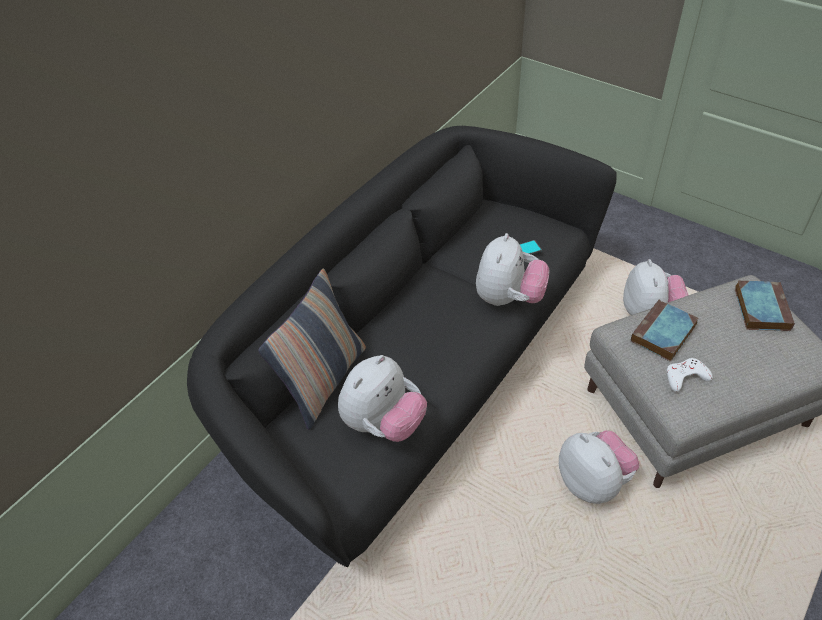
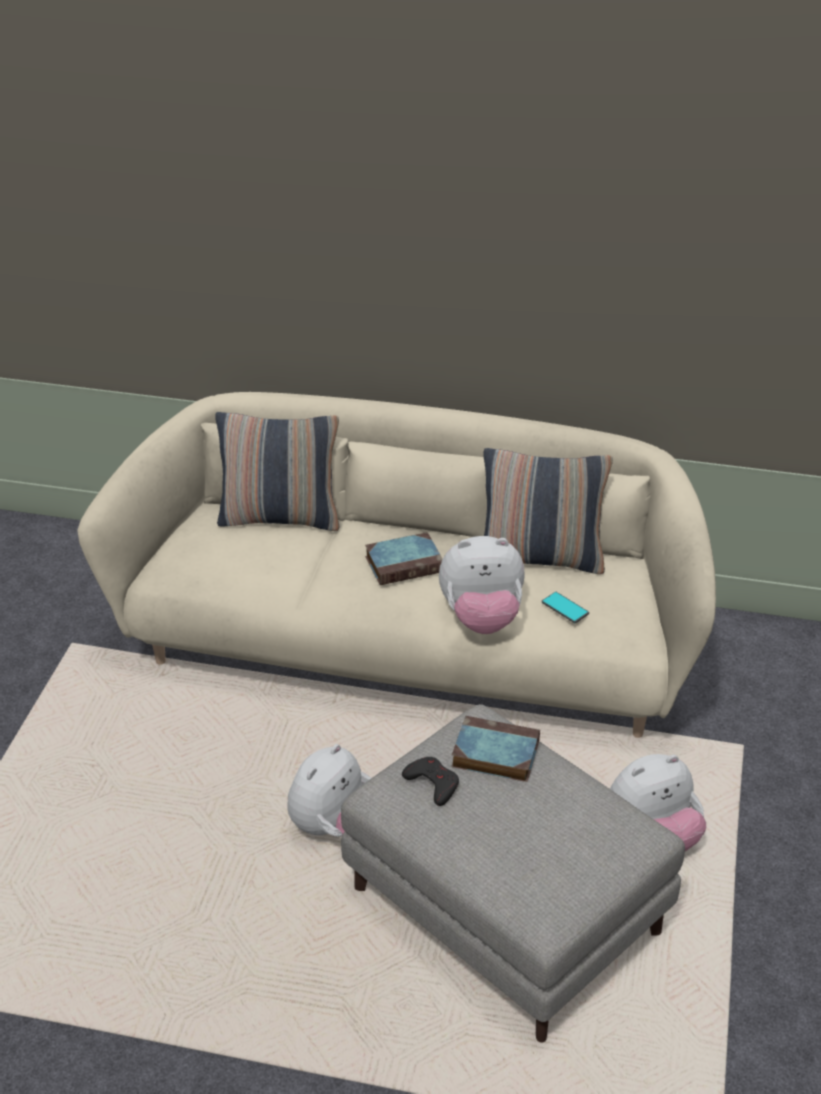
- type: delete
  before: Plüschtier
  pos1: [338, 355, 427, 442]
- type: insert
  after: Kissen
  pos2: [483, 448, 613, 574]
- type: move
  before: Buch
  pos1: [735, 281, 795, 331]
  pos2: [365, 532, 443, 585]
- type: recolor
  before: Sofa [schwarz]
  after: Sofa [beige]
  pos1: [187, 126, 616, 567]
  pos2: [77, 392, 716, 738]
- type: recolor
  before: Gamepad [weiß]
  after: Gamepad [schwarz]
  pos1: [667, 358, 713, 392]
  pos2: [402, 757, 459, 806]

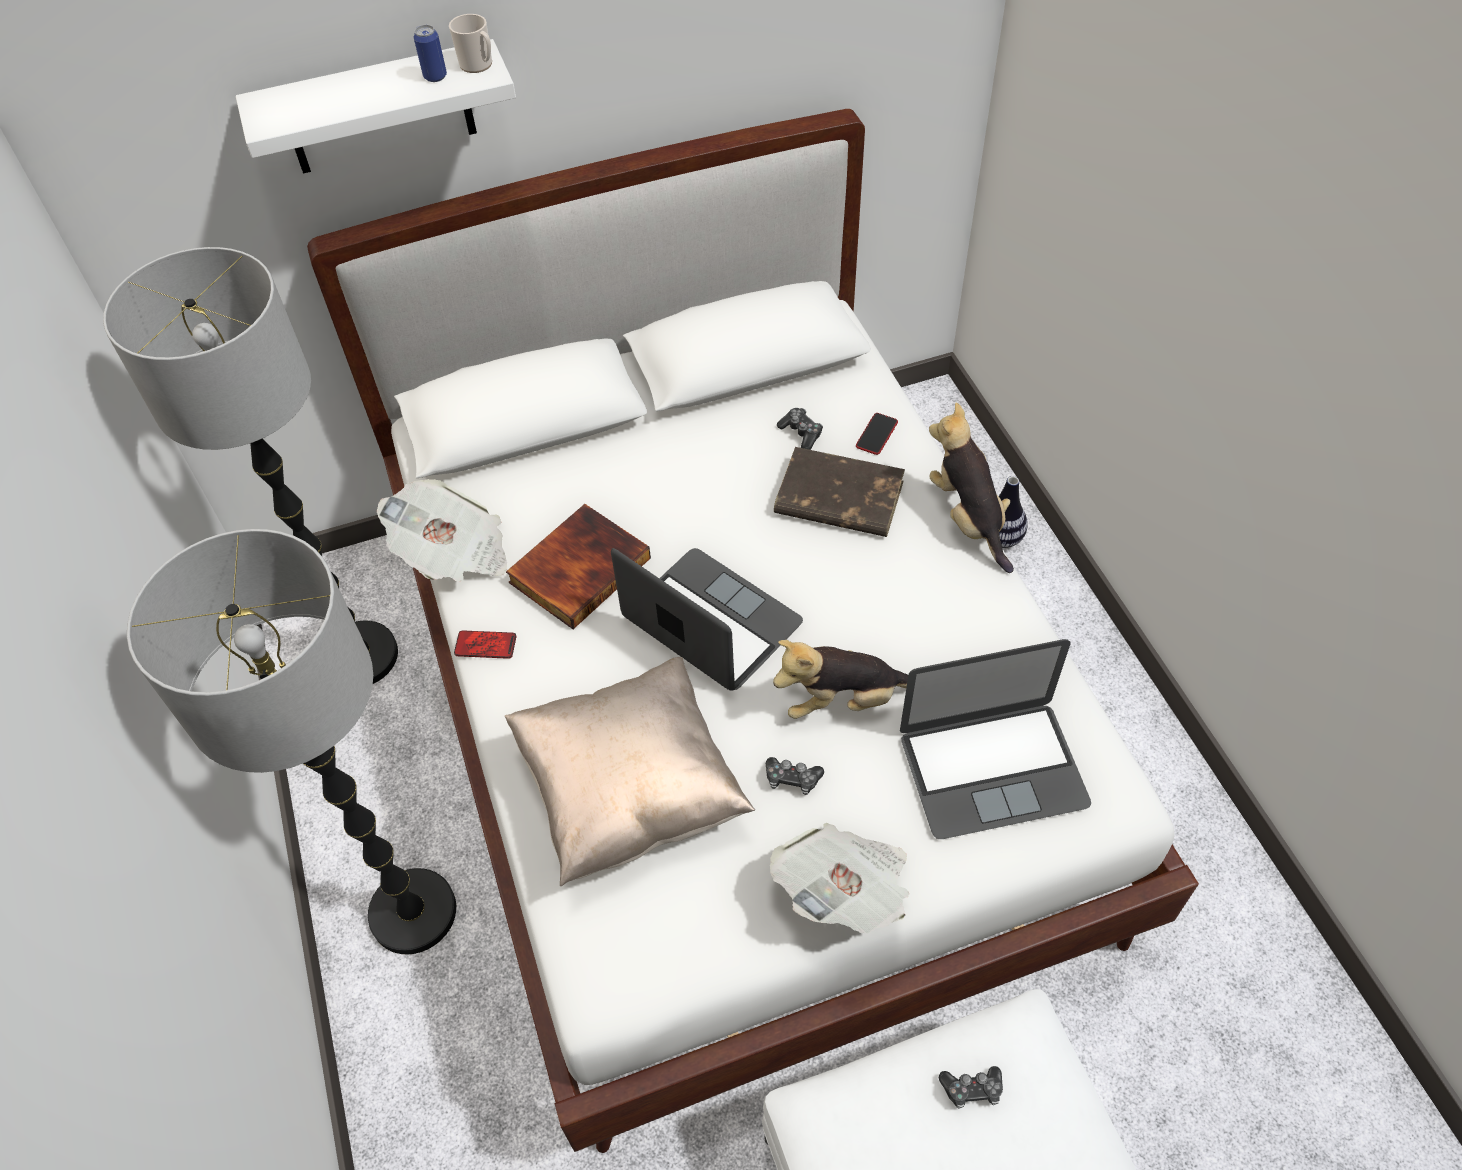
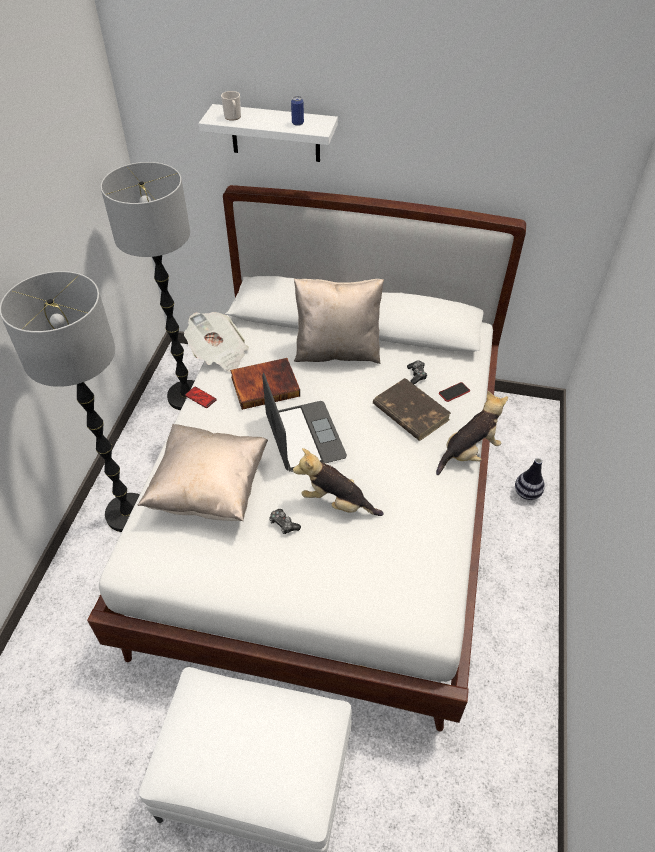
- type: delete
  before: Zeitung
  pos1: [770, 823, 909, 934]
- type: delete
  before: Laptop
  pos1: [900, 639, 1091, 839]
- type: delete
  before: Gamepad
  pos1: [939, 1066, 1003, 1109]
- type: insert
  after: Kissen [beige]
  pos2: [294, 278, 384, 364]
- type: move
  before: Henkelbecher
  pos1: [449, 14, 492, 73]
  pos2: [221, 91, 241, 121]
- type: rotate
  before: Plüschtier
  pos1: [929, 402, 1014, 573]
  pos2: [436, 391, 508, 475]
  turn: 45

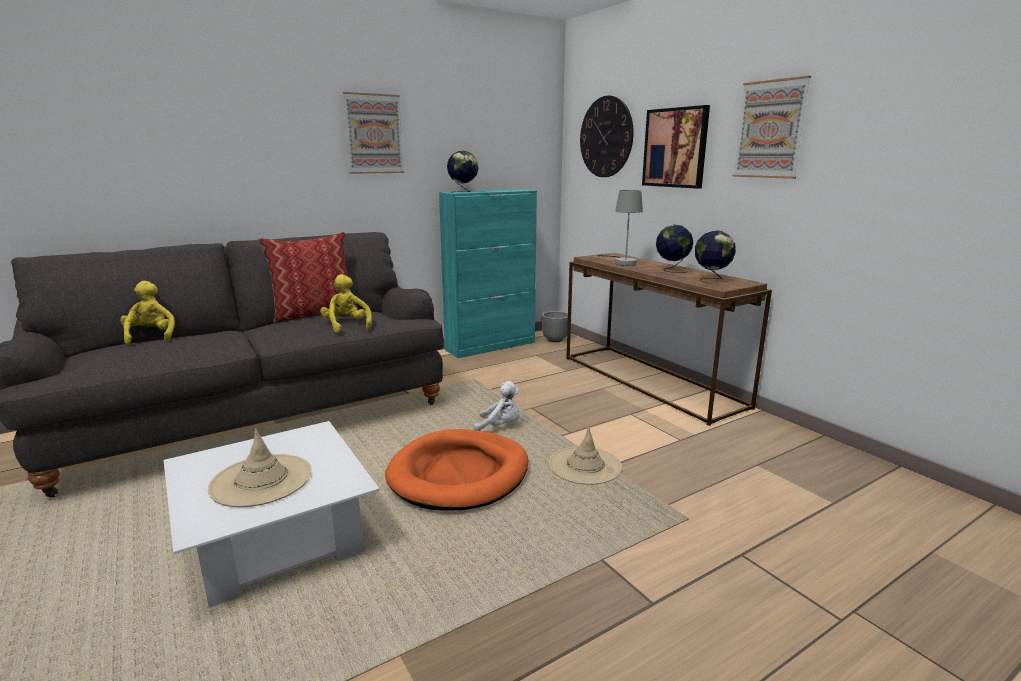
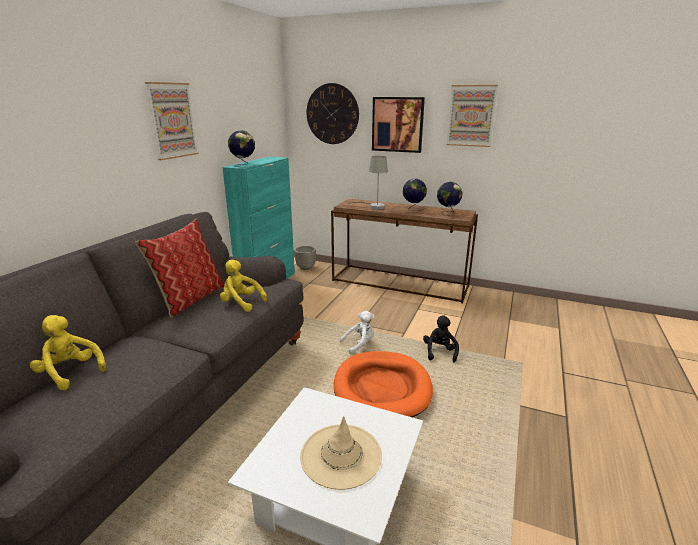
- type: replace
  before: Hut [beige]
  after: Plüschtier [schwarz]
  pos1: [549, 427, 622, 485]
  pos2: [423, 315, 459, 363]

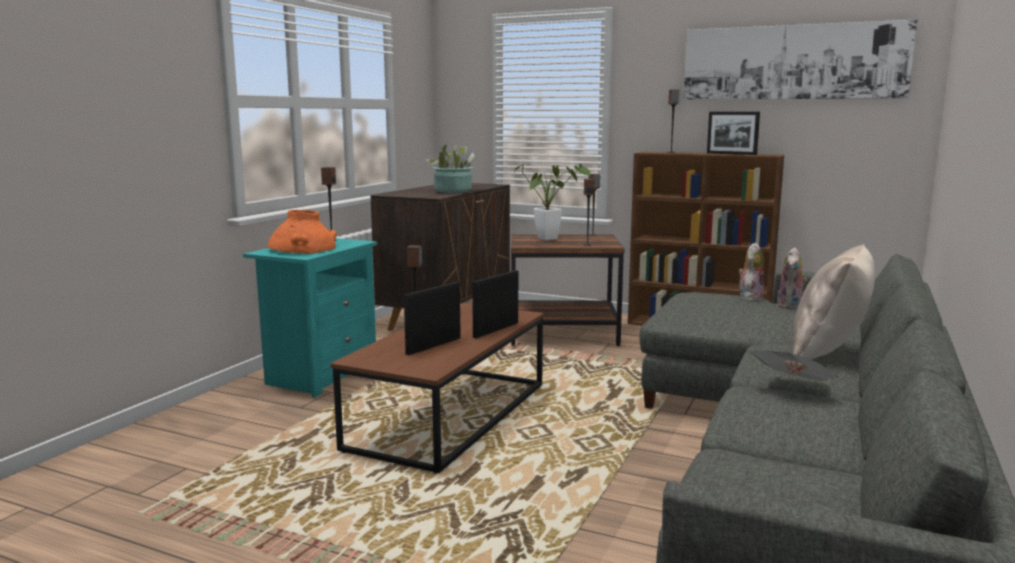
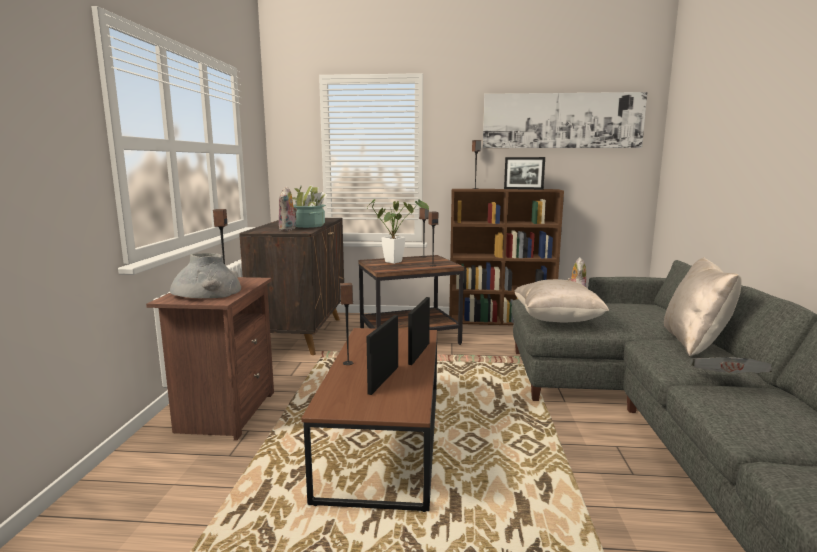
- type: insert
  after: Kissen [beige]
  pos2: [515, 279, 609, 322]
- type: move
  before: Plüschtier
  pos1: [776, 247, 808, 309]
  pos2: [279, 187, 297, 231]
- type: recolor
  before: Nachttisch [türkis]
  after: Nachttisch [braun]
  pos1: [243, 238, 377, 398]
  pos2: [146, 277, 274, 441]
- type: recolor
  before: Vase [orange]
  after: Vase [grau]
  pos1: [267, 210, 337, 254]
  pos2: [170, 253, 241, 298]

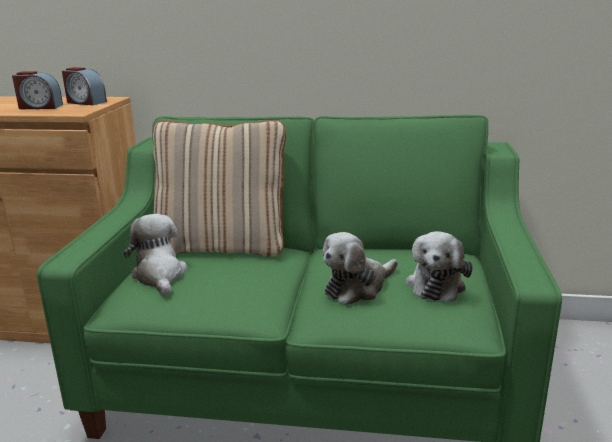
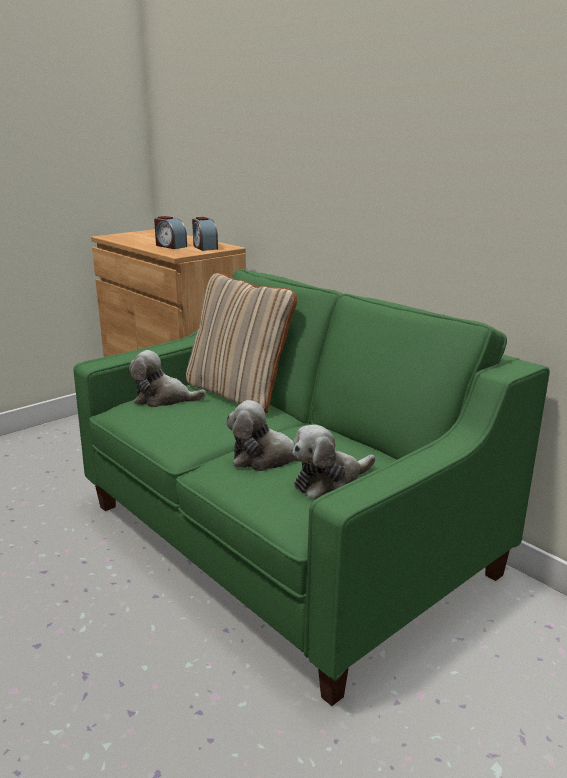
- type: rotate
  before: Plüschtier
  pos1: [124, 214, 188, 296]
  pos2: [129, 350, 206, 407]
  turn: -105

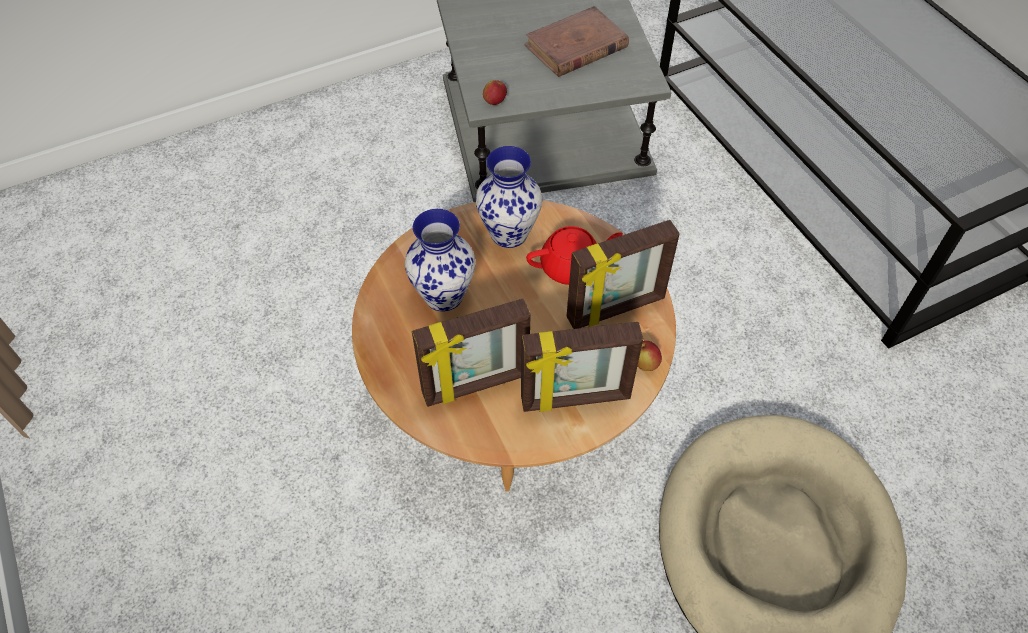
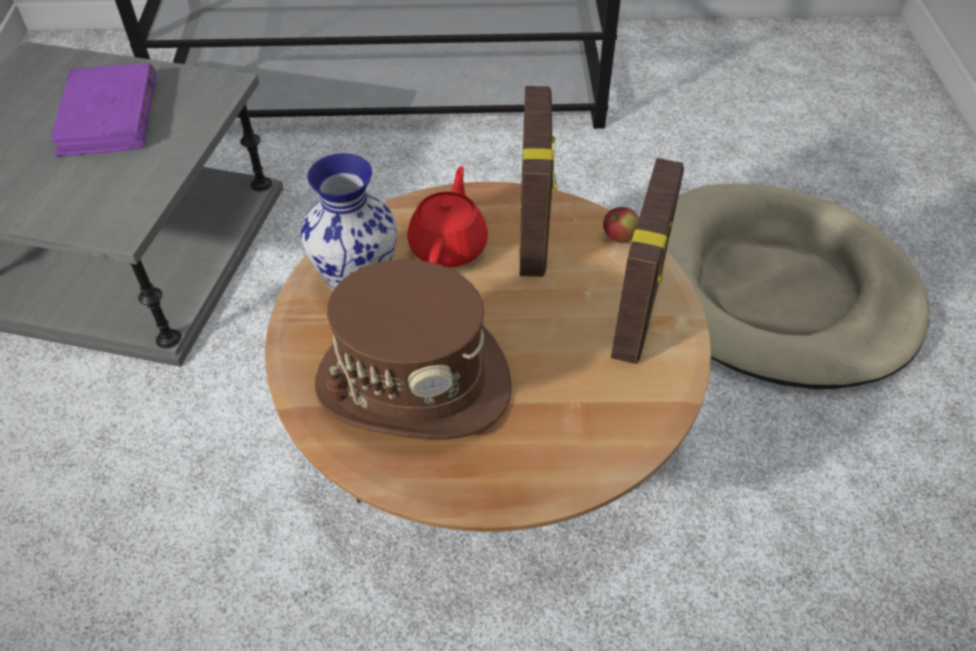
- type: delete
  before: Bilderrahmen
  pos1: [412, 299, 531, 407]
- type: delete
  before: Apfel
  pos1: [483, 80, 507, 105]
- type: replace
  before: Vase
  after: Hut [braun]
  pos1: [405, 209, 475, 312]
  pos2: [315, 259, 512, 440]
- type: recolor
  before: Buch [braun]
  after: Buch [lila]
  pos1: [524, 6, 629, 77]
  pos2: [50, 63, 156, 157]

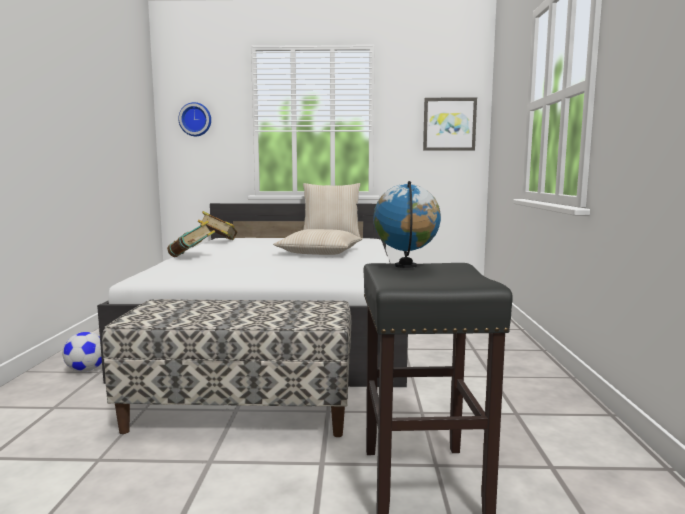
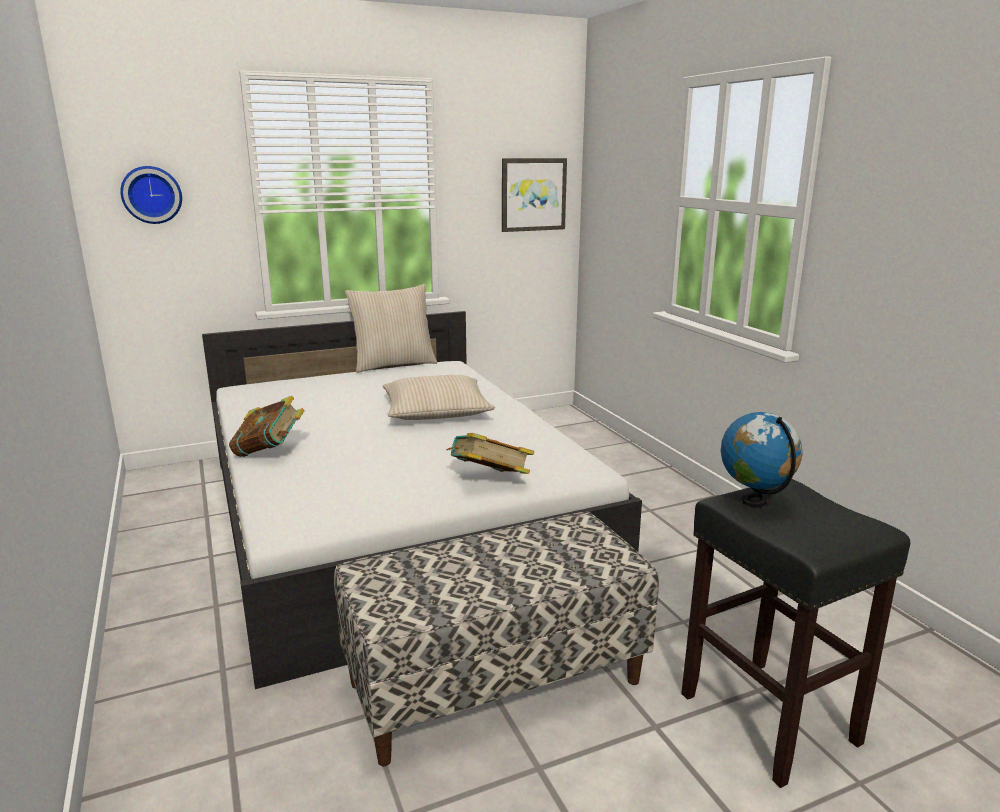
- type: delete
  before: Fußball
  pos1: [62, 332, 102, 372]
- type: move
  before: Buch
  pos1: [198, 211, 237, 240]
  pos2: [446, 433, 534, 474]

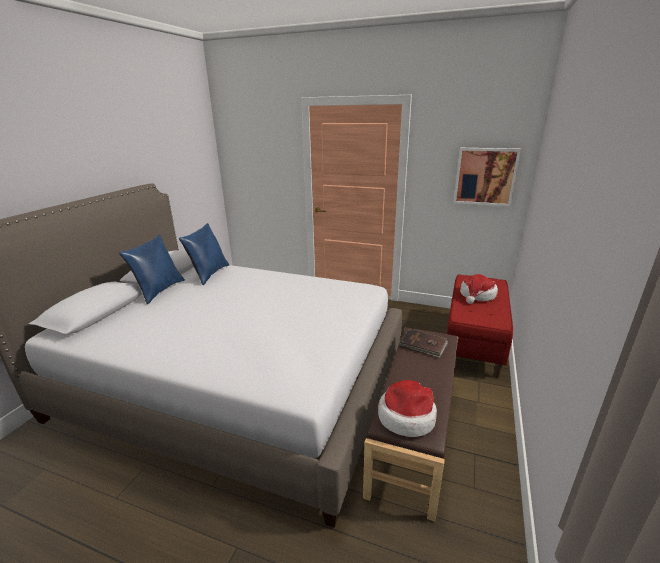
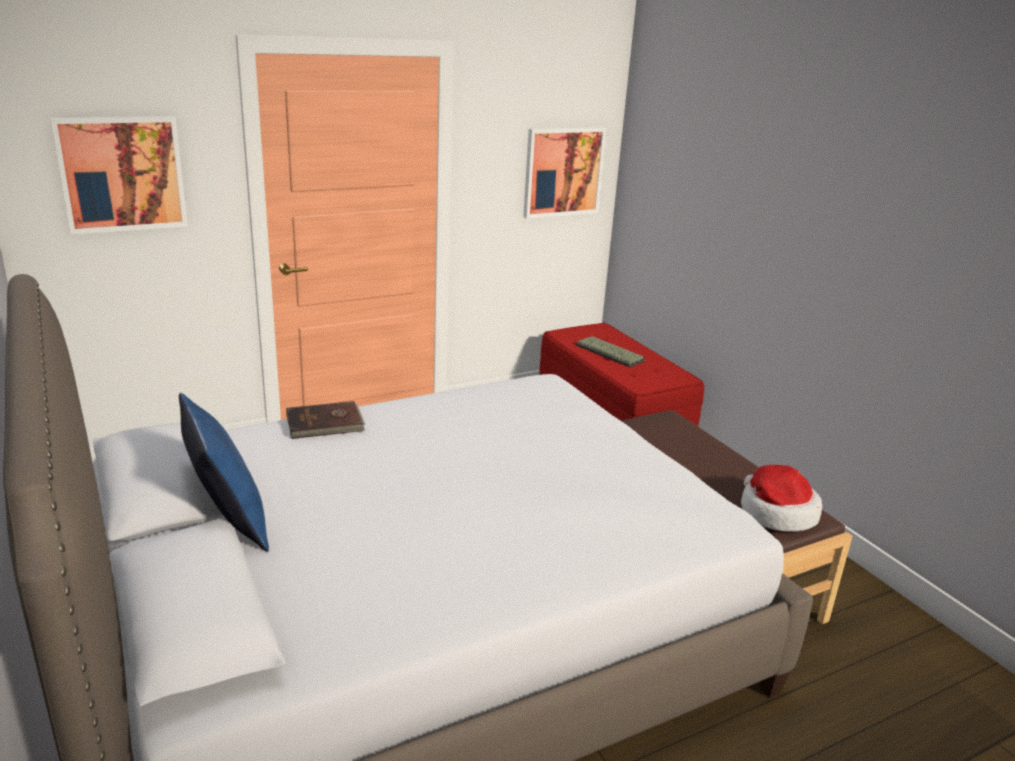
- type: delete
  before: Kissen [blau]
  pos1: [179, 223, 229, 285]
- type: insert
  after: Bild
  pos2: [51, 116, 188, 235]
- type: move
  before: Buch [braun]
  pos1: [400, 329, 448, 358]
  pos2: [286, 401, 366, 439]
- type: replace
  before: Hut
  after: Tastatur
  pos1: [460, 274, 498, 304]
  pos2: [576, 336, 645, 367]

